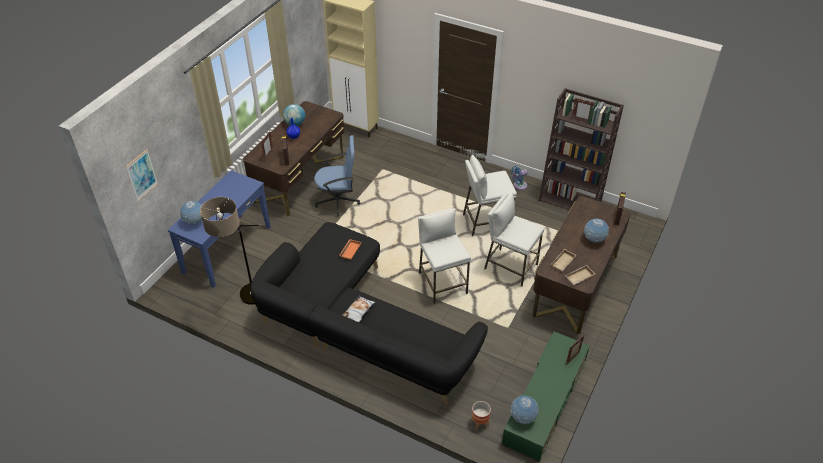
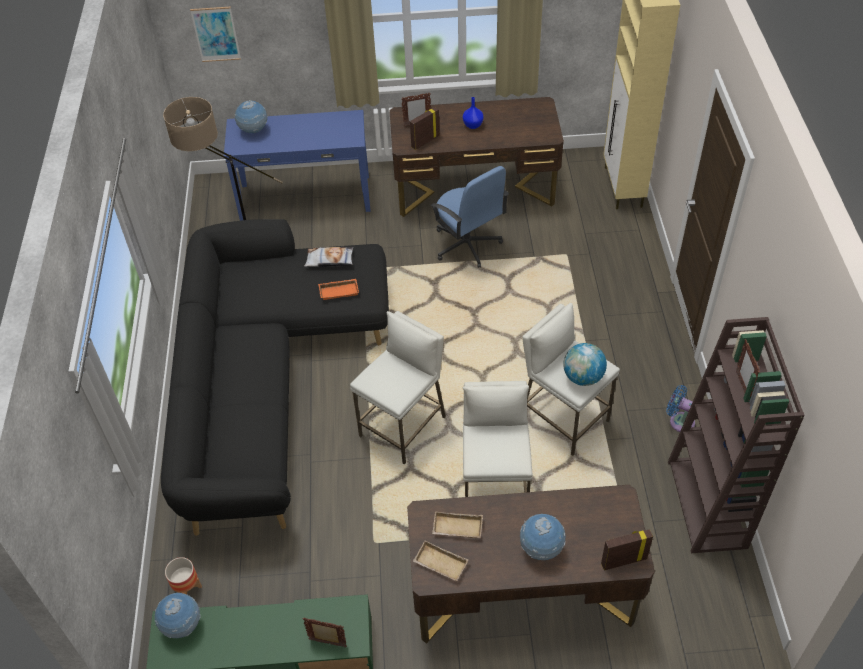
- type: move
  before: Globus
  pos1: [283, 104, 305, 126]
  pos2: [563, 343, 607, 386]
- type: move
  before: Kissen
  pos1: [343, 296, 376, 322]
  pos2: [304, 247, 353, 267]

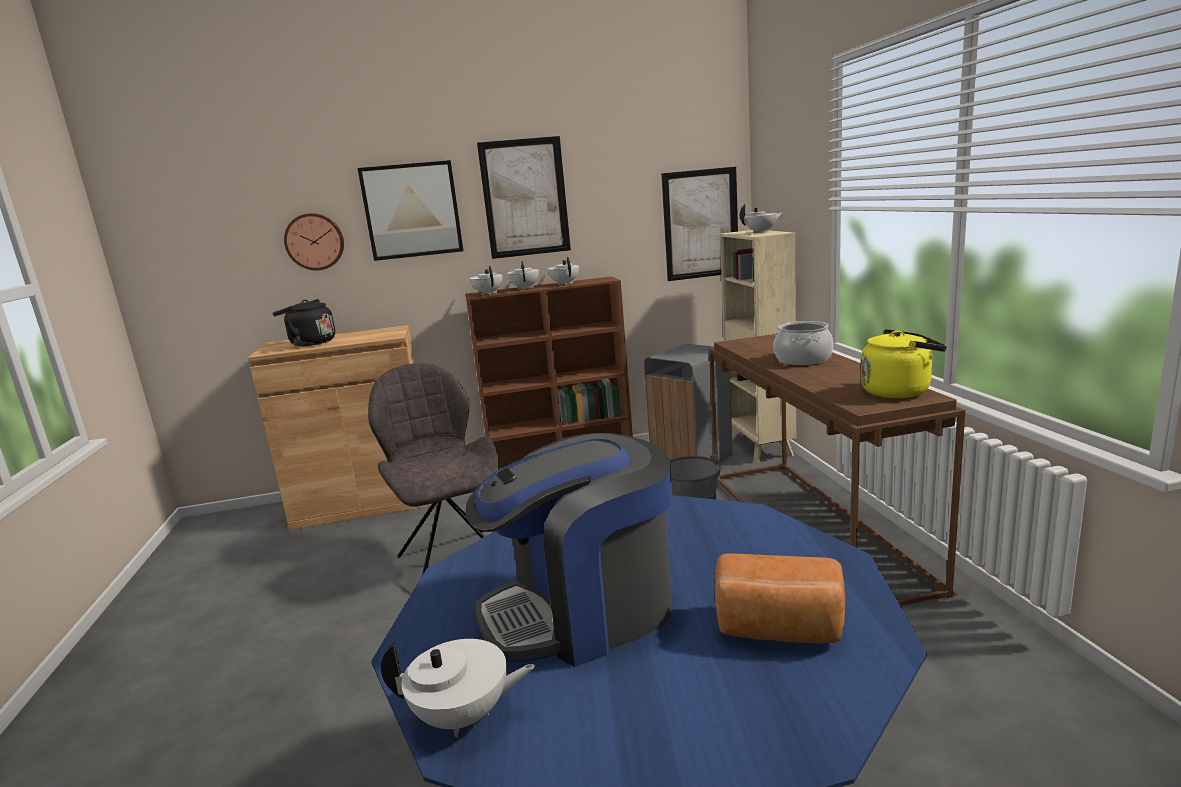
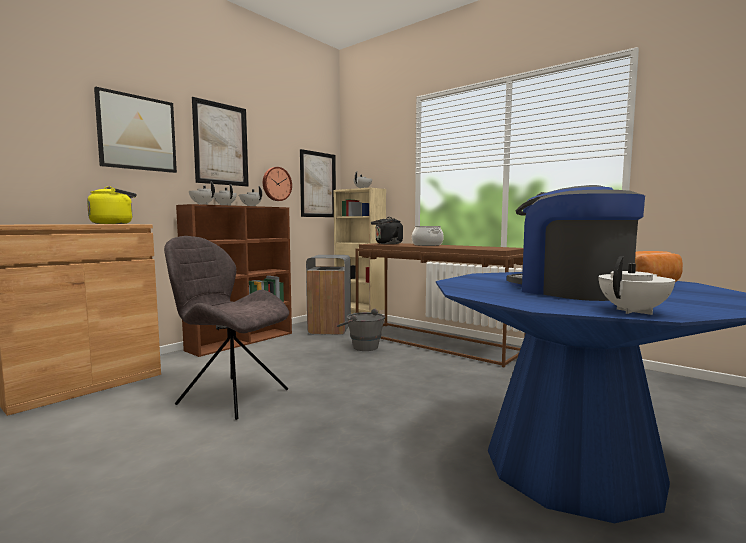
- type: move
  before: Wasserkessel [schwarz]
  pos1: [272, 299, 335, 346]
  pos2: [371, 217, 403, 244]
- type: move
  before: Wanduhr
  pos1: [284, 213, 344, 270]
  pos2: [263, 167, 292, 201]
- type: move
  before: Wasserkessel [gelb]
  pos1: [861, 329, 947, 398]
  pos2: [87, 186, 136, 224]
- type: rotate
  before: Kaffeemaschine
  pos1: [465, 433, 672, 667]
  pos2: [507, 185, 645, 301]
  turn: 120

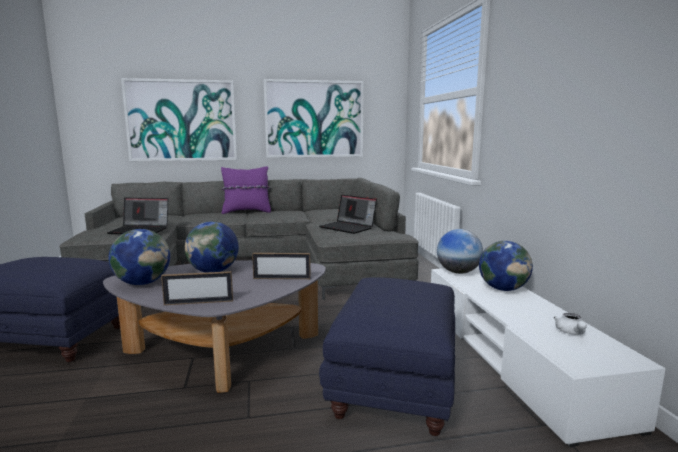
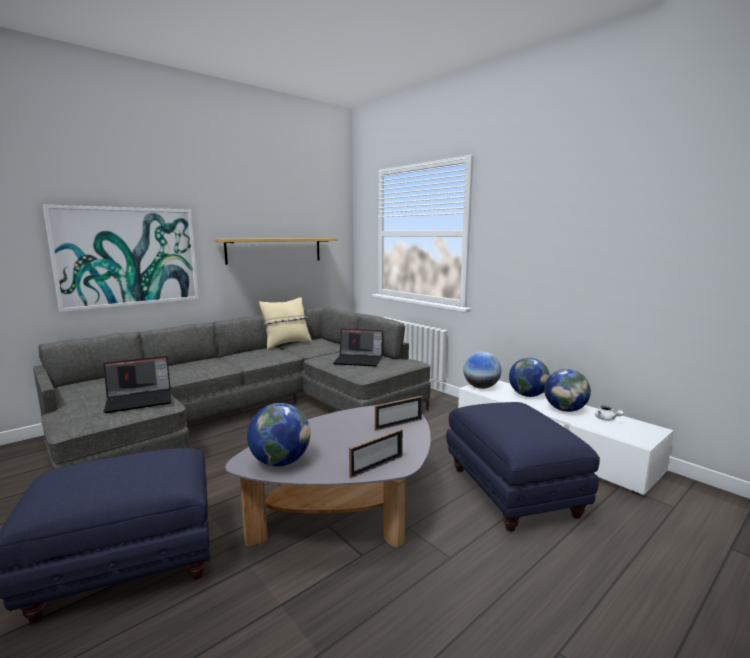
- type: delete
  before: Kissen [lila]
  pos1: [221, 166, 271, 214]
- type: insert
  after: Kissen [beige]
  pos2: [259, 297, 311, 350]
- type: move
  before: Globus
  pos1: [185, 221, 239, 273]
  pos2: [544, 369, 591, 412]
- type: replace
  before: Bild
  after: Wandregal
  pos1: [264, 79, 364, 158]
  pos2: [214, 238, 337, 265]

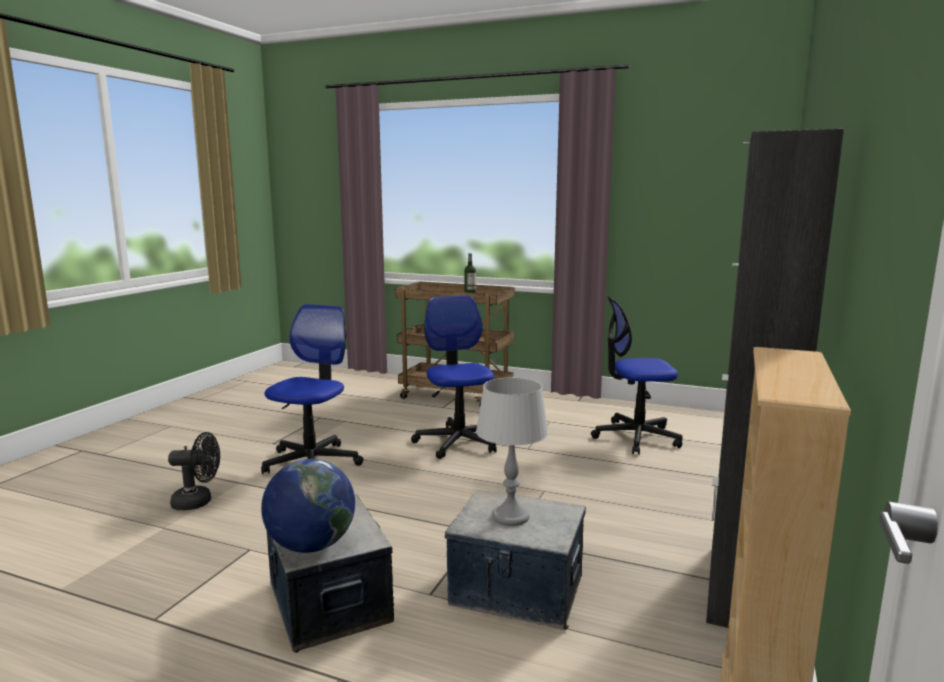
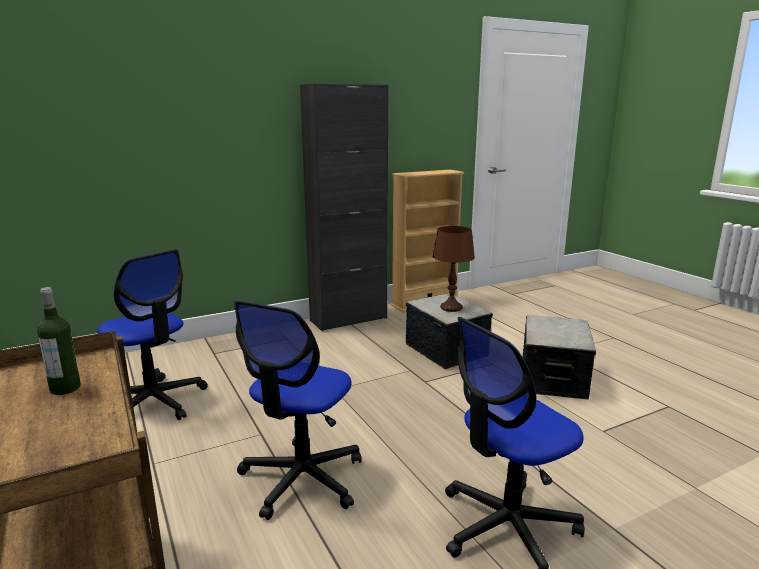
- type: delete
  before: Ventilator [schwarz]
  pos1: [168, 432, 220, 510]
- type: delete
  before: Globus
  pos1: [261, 459, 355, 553]
- type: recolor
  before: Tischlampe [grau]
  after: Tischlampe [braun]
  pos1: [476, 378, 548, 526]
  pos2: [432, 226, 475, 312]

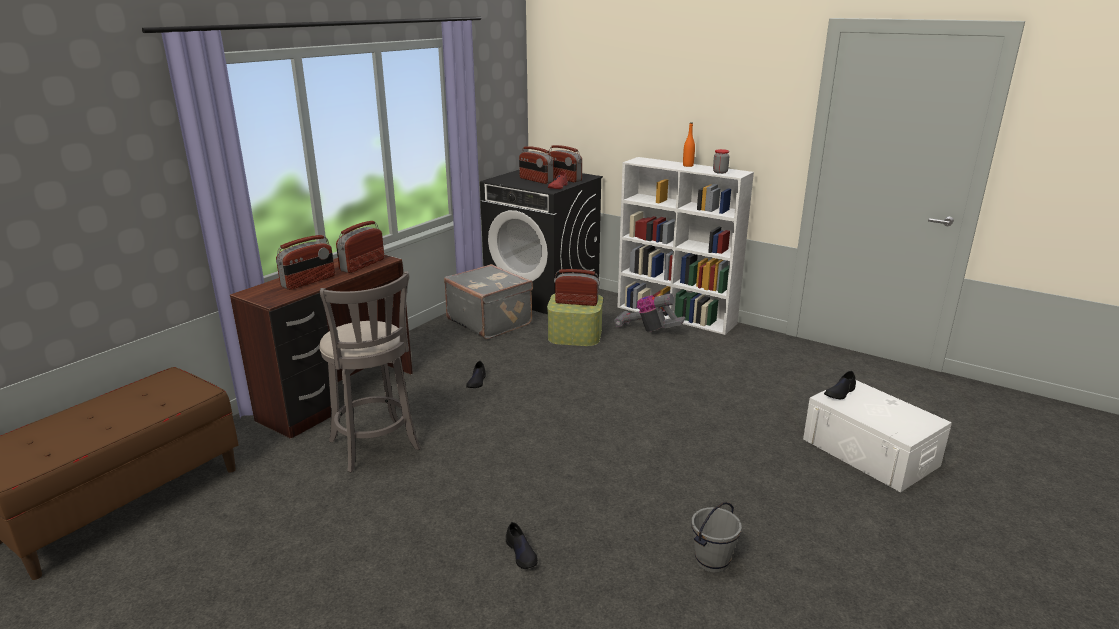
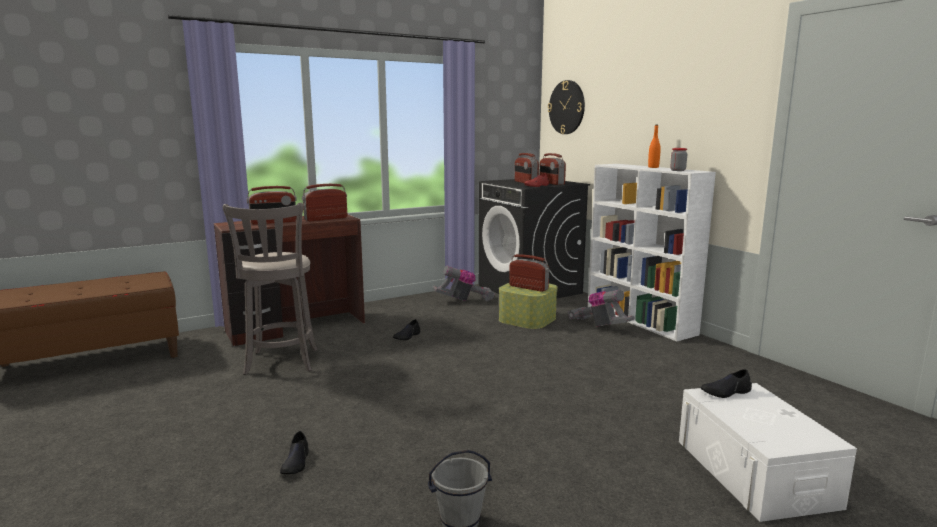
- type: insert
  after: Wanduhr
  pos2: [548, 80, 585, 134]
- type: replace
  before: Koffer [grau]
  after: Staubsauger
  pos1: [444, 264, 533, 339]
  pos2: [433, 266, 495, 301]

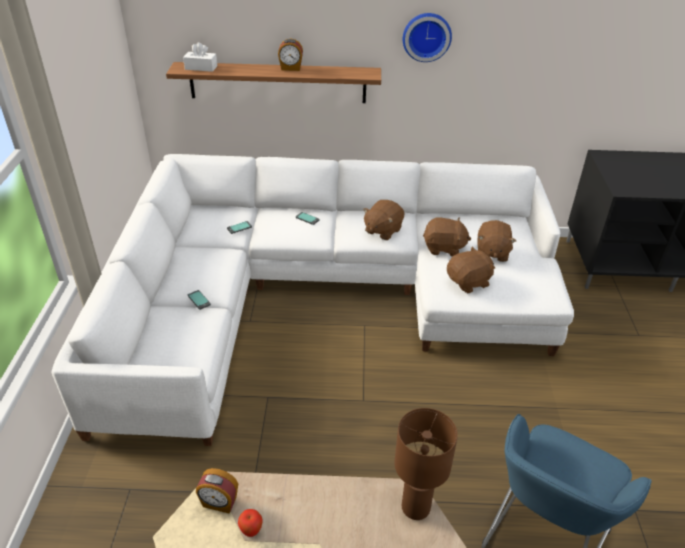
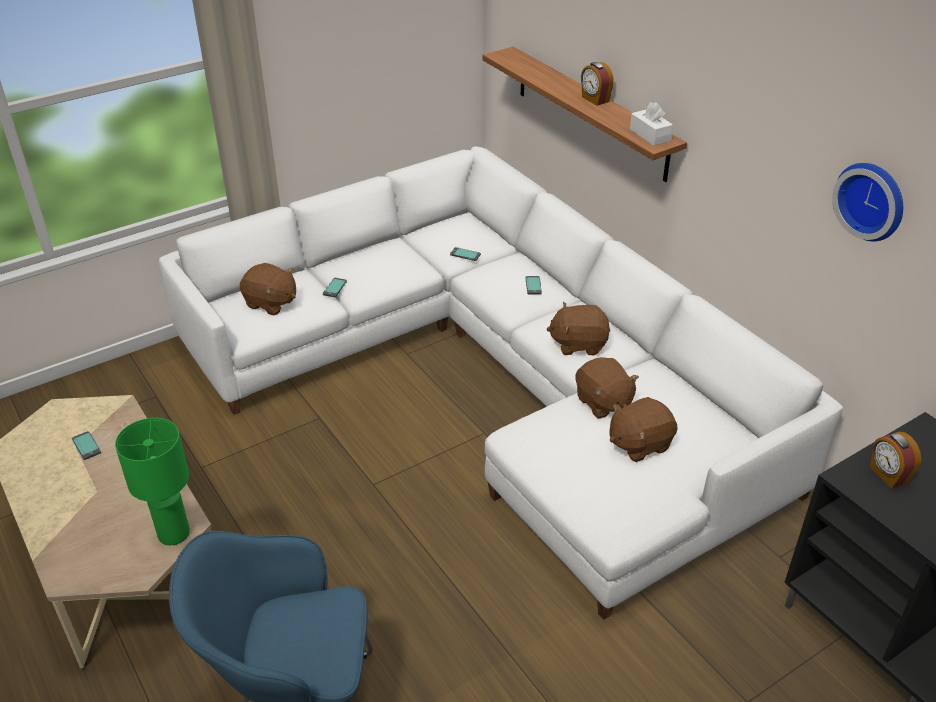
- type: move
  before: Taschentuchbox [weiß]
  pos1: [183, 42, 217, 72]
  pos2: [630, 102, 673, 146]
- type: move
  before: Wecker
  pos1: [196, 468, 238, 514]
  pos2: [870, 432, 921, 489]
- type: move
  before: Wanduhr
  pos1: [403, 13, 452, 62]
  pos2: [832, 163, 903, 241]
- type: move
  before: Plüschtier [braun]
  pos1: [447, 246, 495, 293]
  pos2: [240, 263, 296, 316]
- type: replace
  before: Apfel
  after: Handy
  pos1: [238, 509, 263, 537]
  pos2: [72, 431, 101, 460]
- type: recolor
  before: Tischlampe [braun]
  after: Tischlampe [grün]
  pos1: [394, 408, 458, 520]
  pos2: [115, 418, 190, 545]

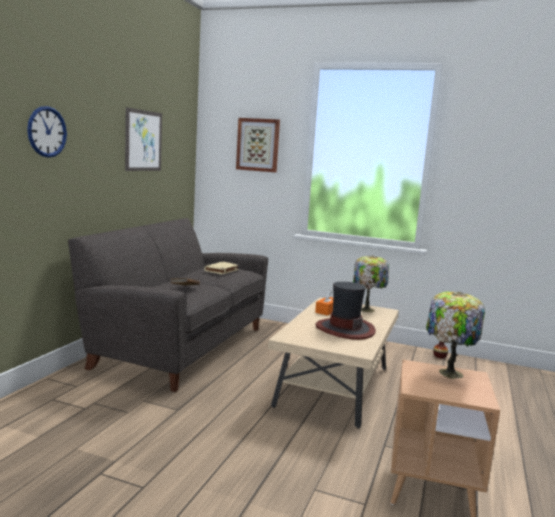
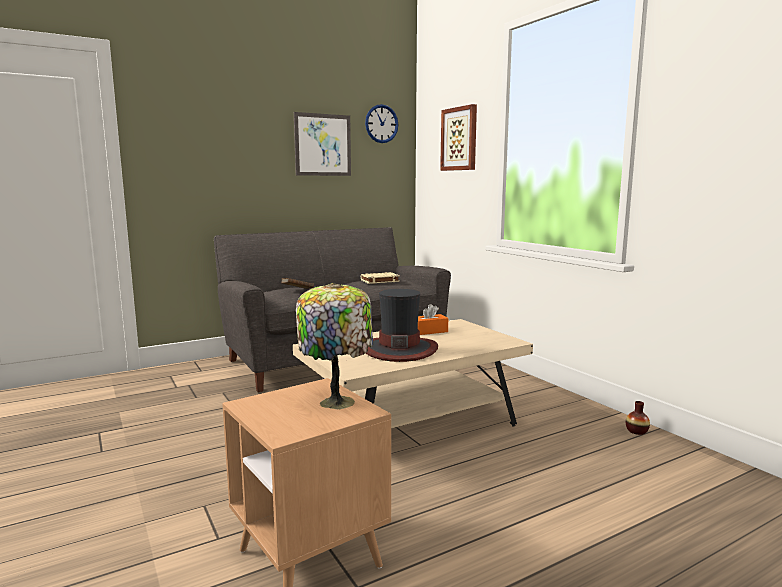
- type: delete
  before: Tischlampe
  pos1: [353, 255, 389, 312]
- type: move
  before: Wanduhr
  pos1: [27, 106, 67, 158]
  pos2: [365, 104, 398, 143]

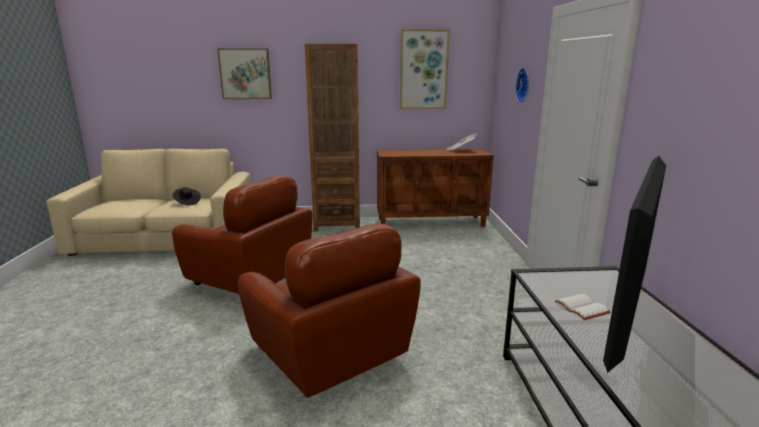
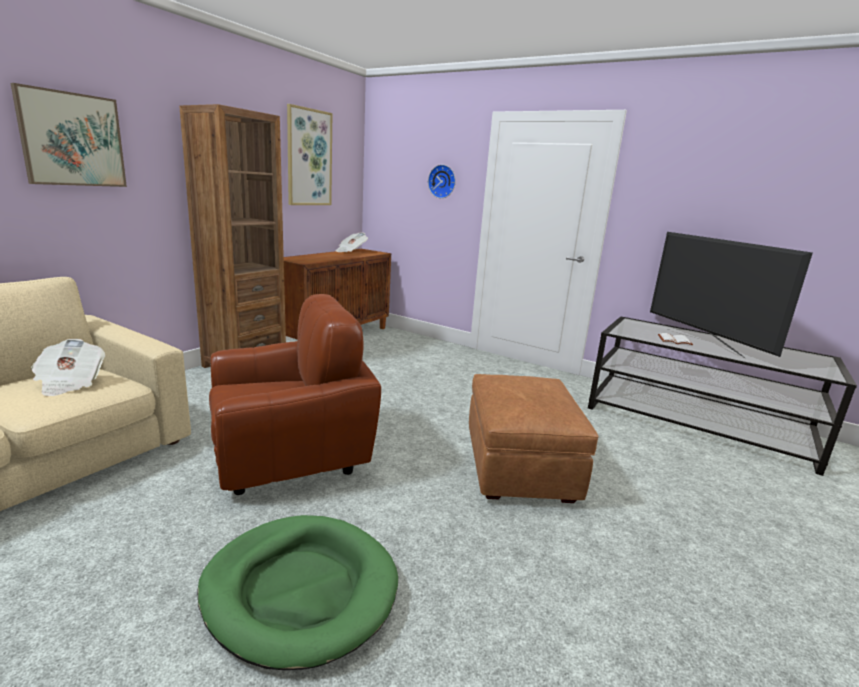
- type: insert
  after: Hundebett [grün]
  pos2: [197, 515, 398, 670]
- type: replace
  before: Hut [schwarz]
  after: Zeitung
  pos1: [173, 187, 201, 205]
  pos2: [31, 339, 105, 396]
- type: replace
  before: Sessel [braun]
  after: Polsterhocker [braun]
  pos1: [238, 223, 421, 398]
  pos2: [469, 374, 599, 503]

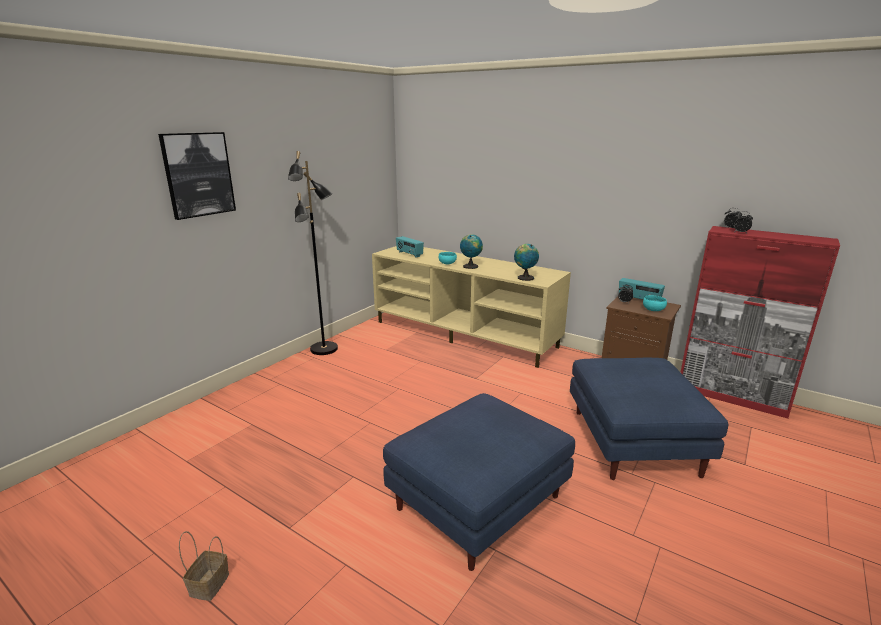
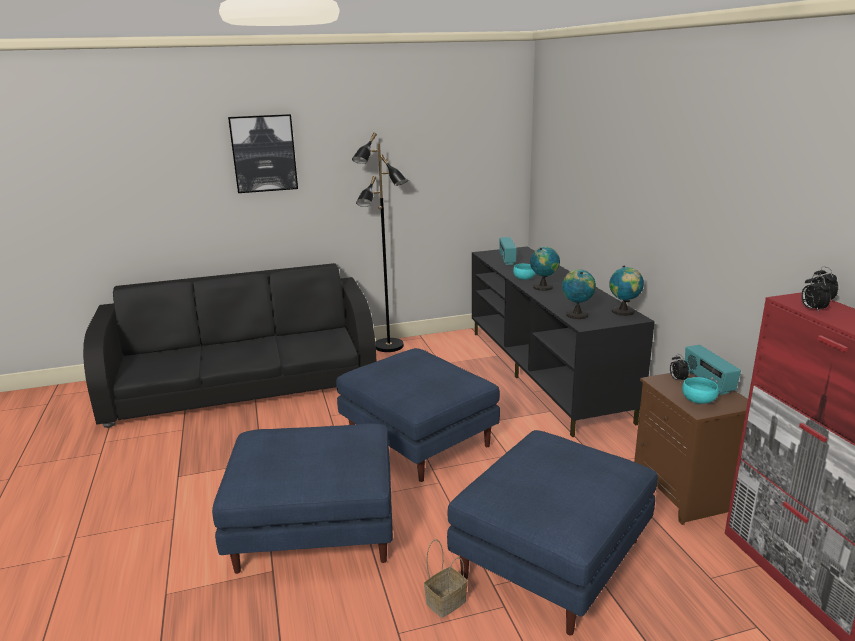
- type: insert
  after: Sofa [schwarz]
  pos2: [83, 263, 377, 428]
- type: insert
  after: Polsterhocker [blau]
  pos2: [336, 348, 500, 482]
- type: insert
  after: Globus
  pos2: [609, 266, 644, 316]
- type: move
  before: Korb
  pos1: [179, 531, 229, 601]
  pos2: [424, 539, 468, 618]
- type: recolor
  before: Fernsehschrank [beige]
  after: Fernsehschrank [schwarz]
  pos1: [372, 246, 571, 368]
  pos2: [472, 247, 655, 437]

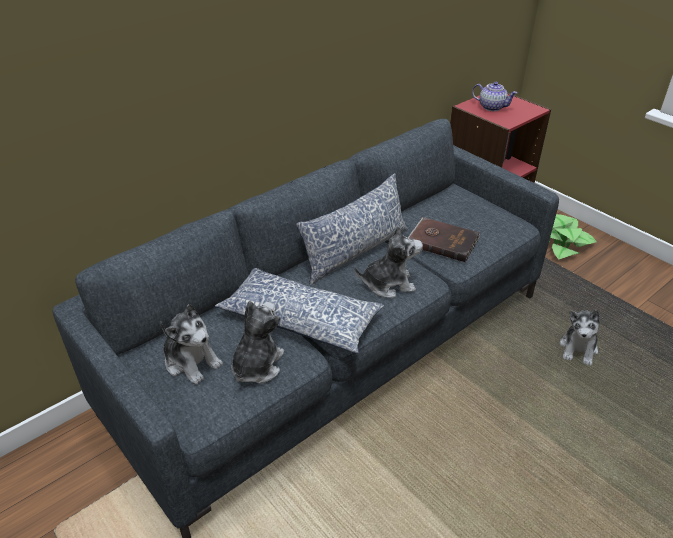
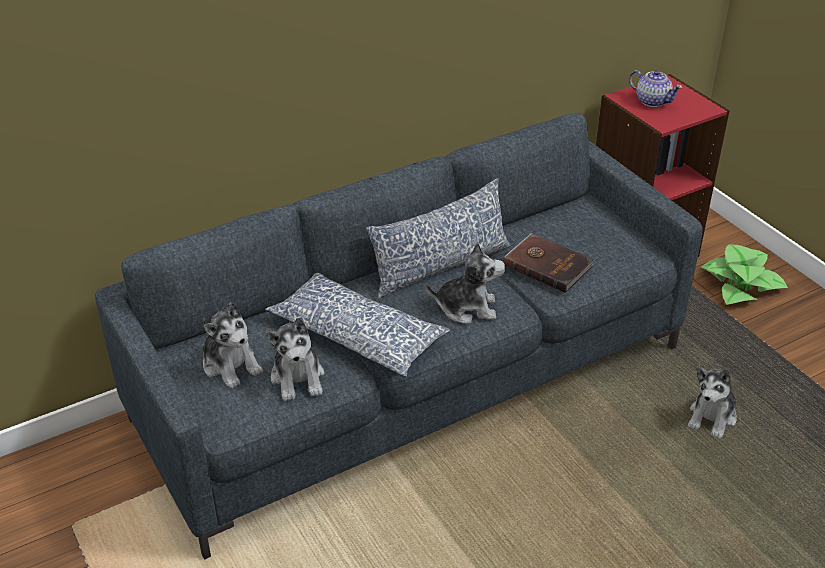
- type: rotate
  before: Plüschtier
  pos1: [231, 301, 284, 384]
  pos2: [266, 318, 324, 401]
  turn: 135

